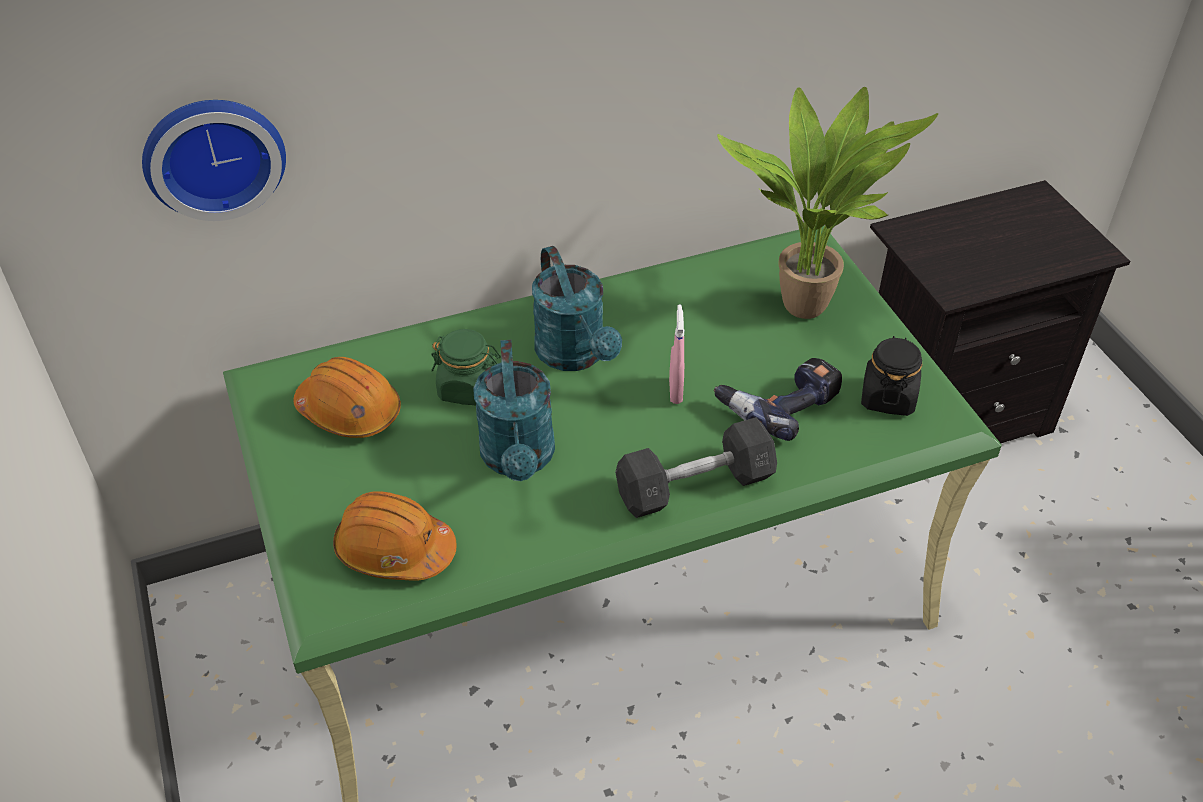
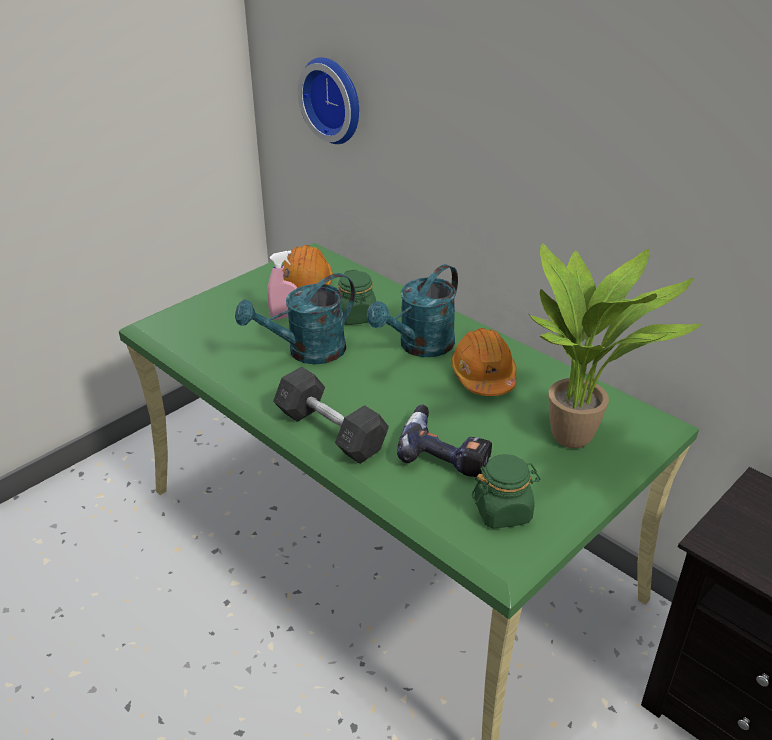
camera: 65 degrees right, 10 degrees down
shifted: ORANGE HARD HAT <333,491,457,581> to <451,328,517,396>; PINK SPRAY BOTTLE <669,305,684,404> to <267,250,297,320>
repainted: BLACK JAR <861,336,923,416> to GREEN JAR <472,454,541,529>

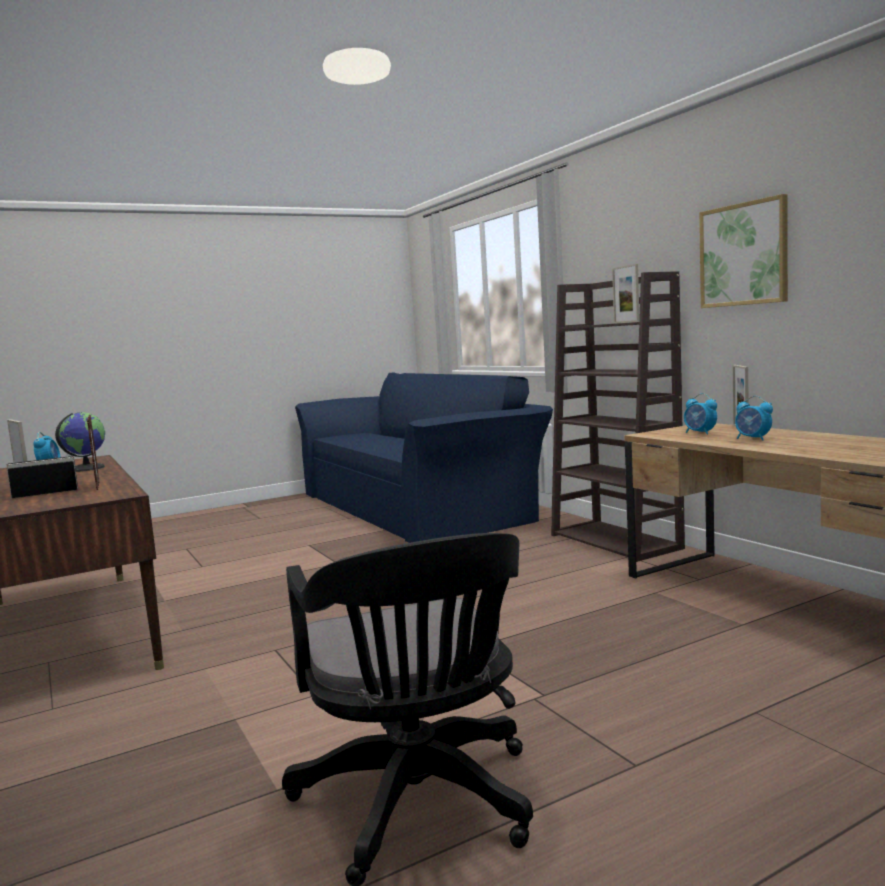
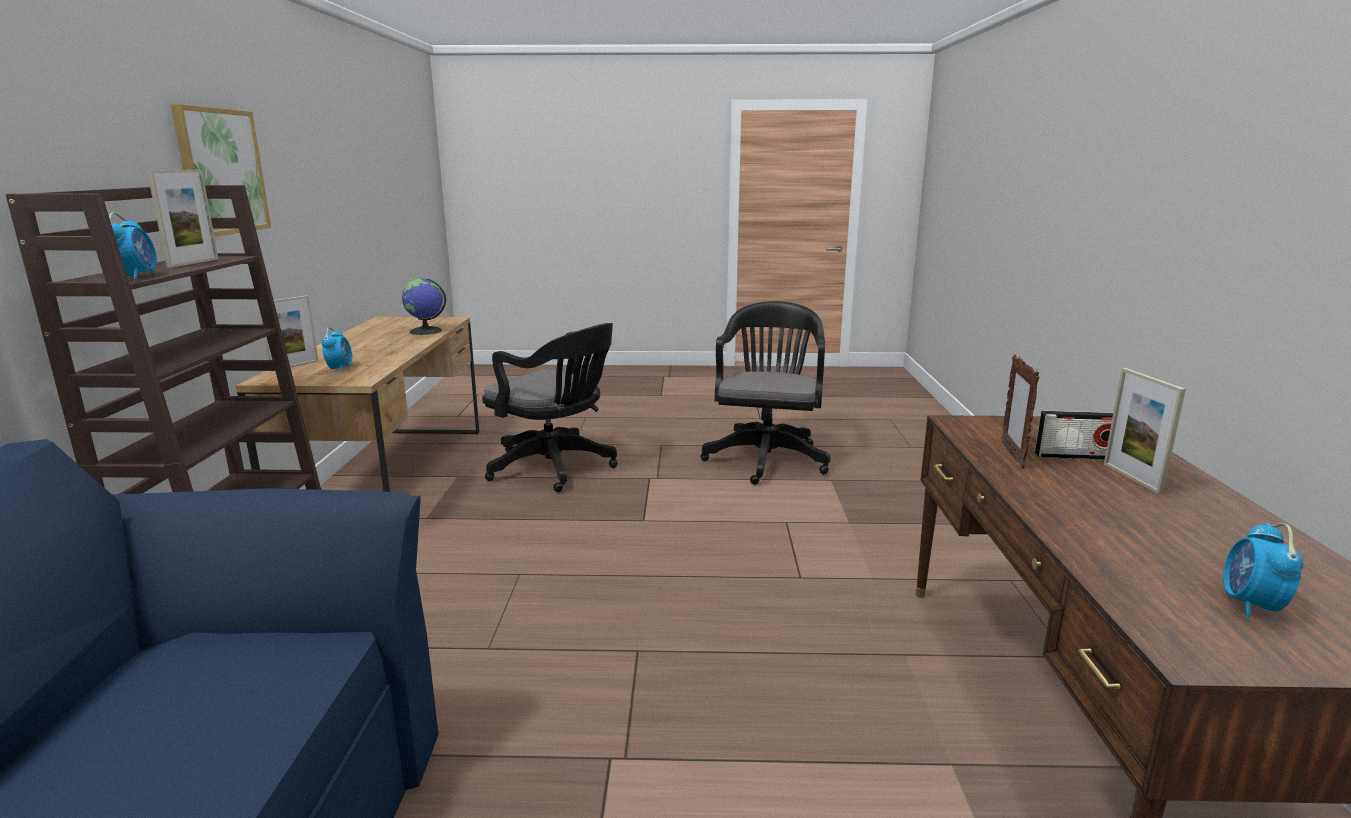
camera: 150 degrees left, 10 degrees up
new: BLACK OFFICE CHAIR <482,323,618,492>
shifted: GLOBE <55,412,106,472> to <402,279,446,335>; ALARM CLOCK <735,396,773,441> to <109,212,157,280>

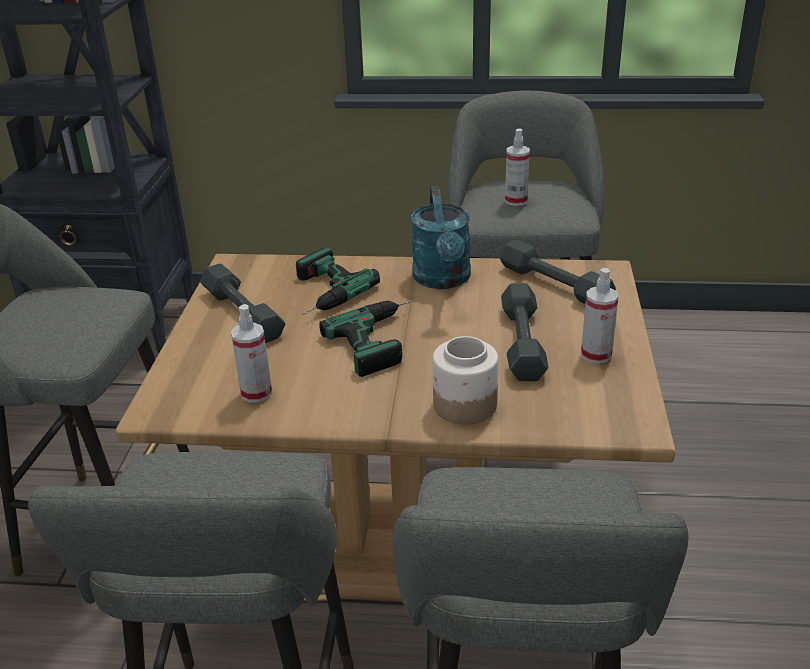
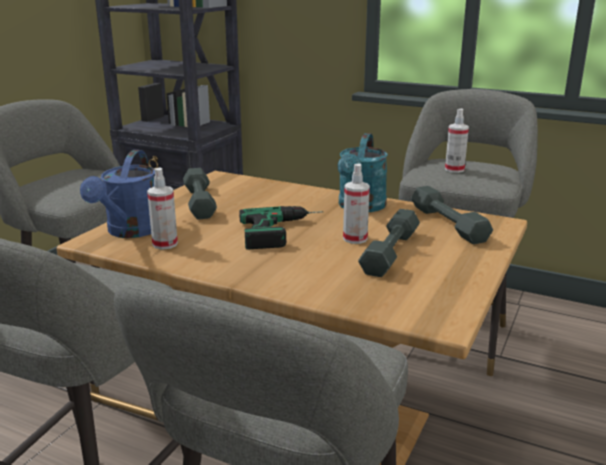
camera: 20 degrees right, 10 degrees down
gone: POWER DRILL <296,247,380,315>; JAR <433,336,498,424>
new: BLUE WATERING CAN <80,150,155,238>
shifted: SPRAY BOTTLE <581,268,619,364> to <343,163,370,244>

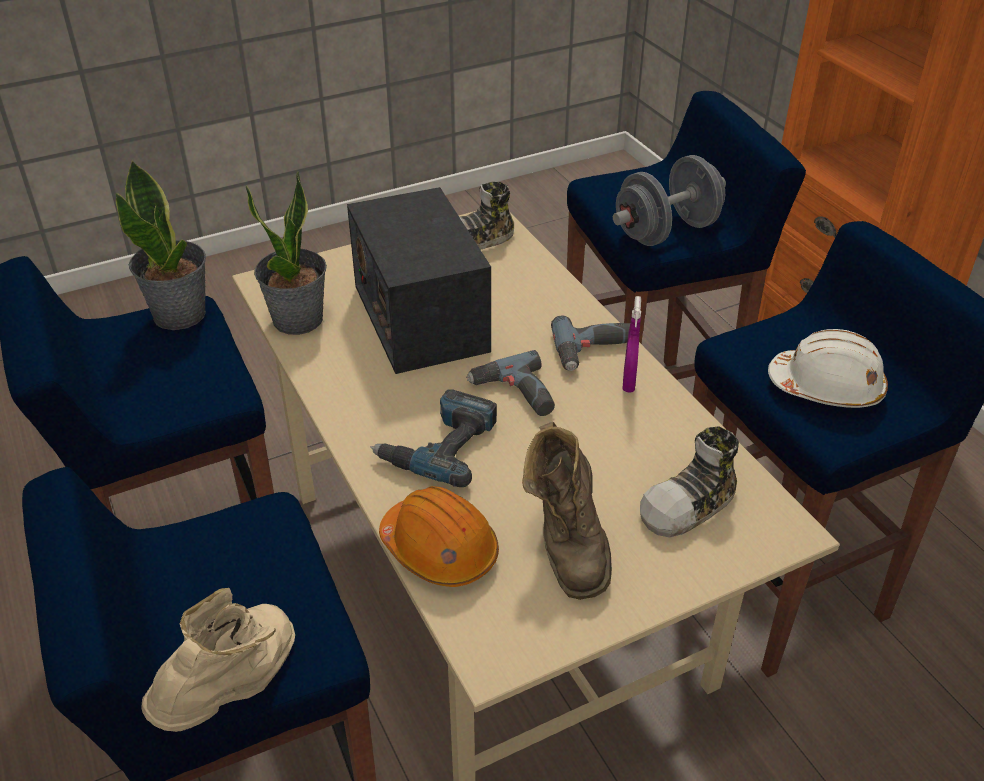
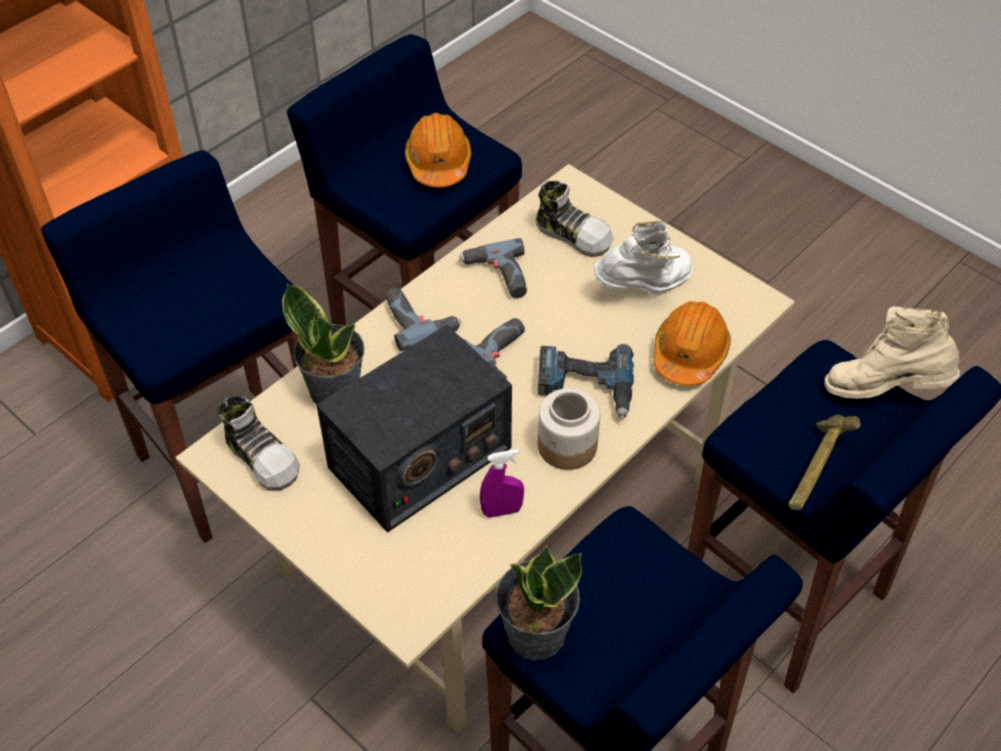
camera: 110 degrees left, 10 degrees up
gone: GREY DUMBBELL <613,155,726,246>
new: POWER DRILL <459,238,527,298>; JAR <538,388,600,470>; HAMMER <788,415,861,510>
shifted: POTTED PLANT <246,171,327,335> to <282,283,364,404>; PURPLE SPRAY BOTTLE <622,296,641,393> to <480,449,524,518>
repainted: BROWN BOOT <522,422,612,600> to WHITE BOOT <593,221,693,294>; WHITE HARD HAT <768,329,888,408> to ORANGE HARD HAT <405,113,471,187>

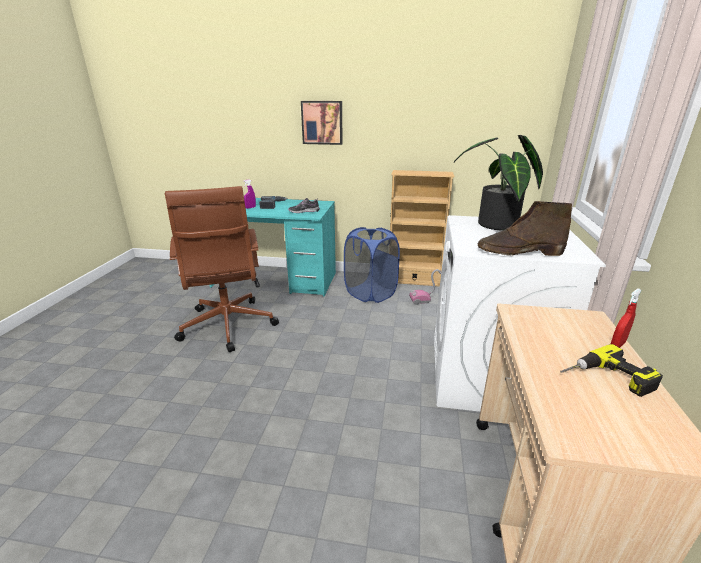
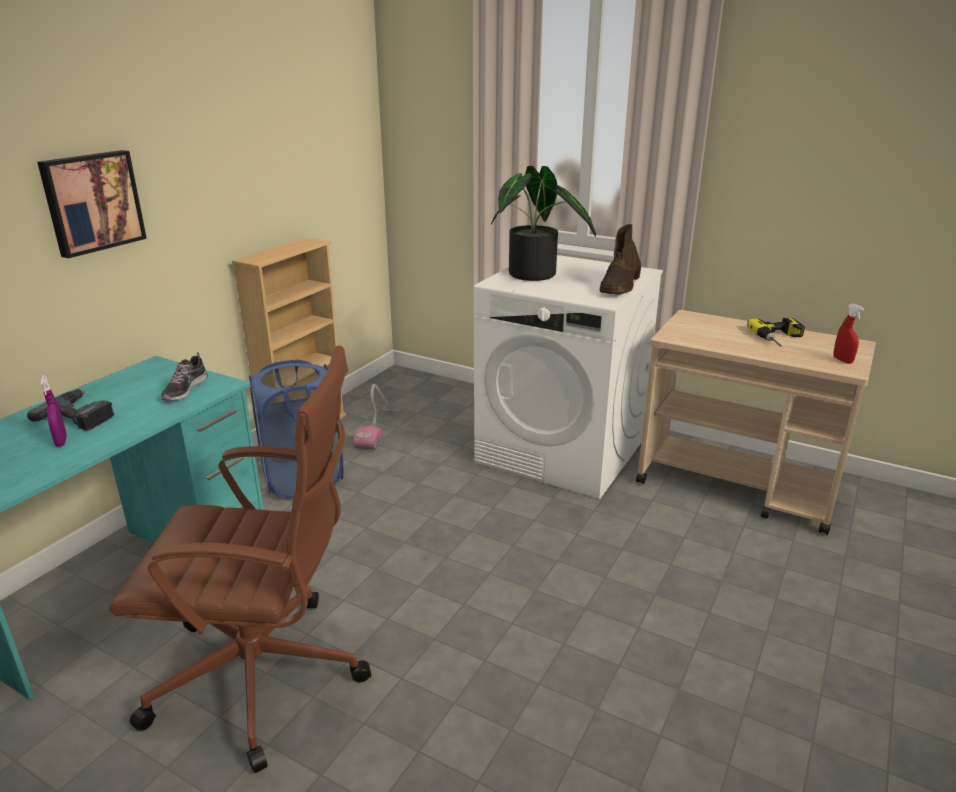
camera: 70 degrees left, 0 degrees up
shifted: RED SPRAY BOTTLE <611,288,641,348> to <834,304,864,364>

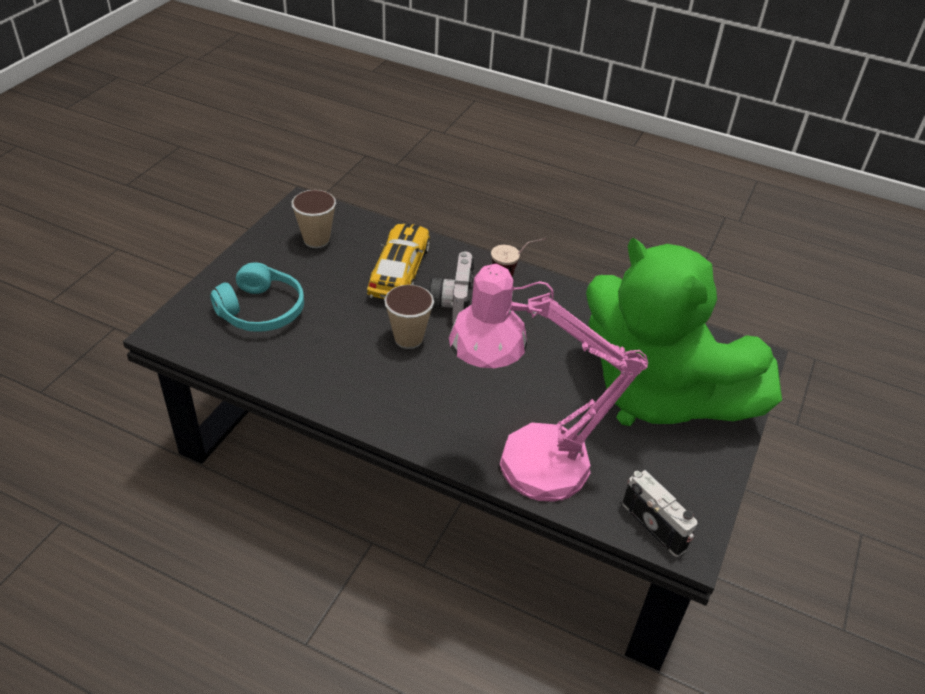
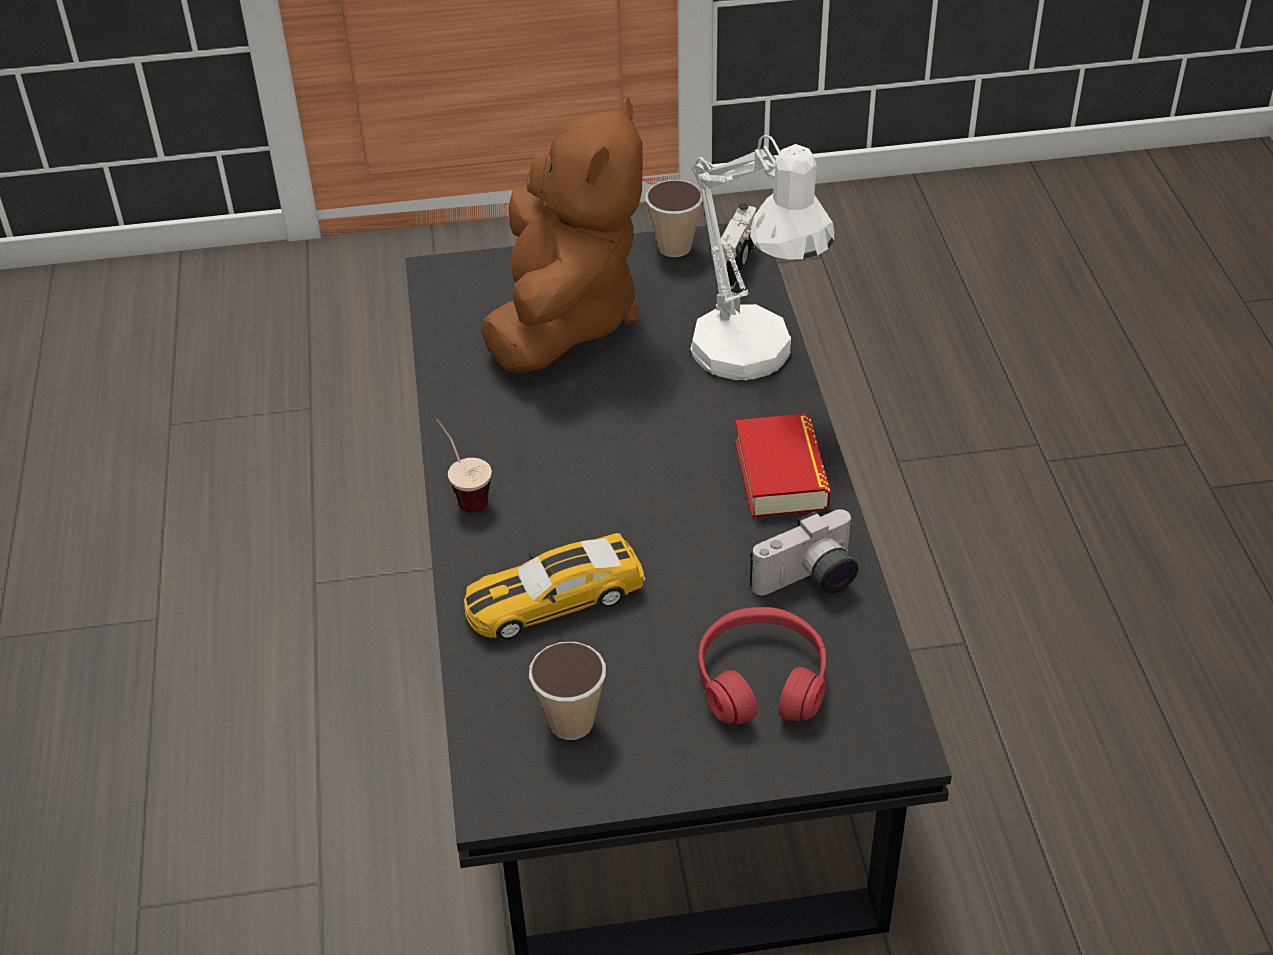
camera: 120 degrees left, 0 degrees up
new: BOOK <735,414,831,518>
shifted: CUP <384,285,434,349> to <646,180,703,257>; PHOTO CAMERA <429,251,475,324> to <750,509,858,595>
repainted: TURQUOISE HEADPHONES <210,263,304,332> to RED HEADPHONES <698,607,826,725>; PINK TABLE LAMP <449,264,648,502> to WHITE TABLE LAMP <690,135,834,380>; GREEN PLUSH TOY <586,238,782,426> to BROWN PLUSH TOY <481,97,643,374>

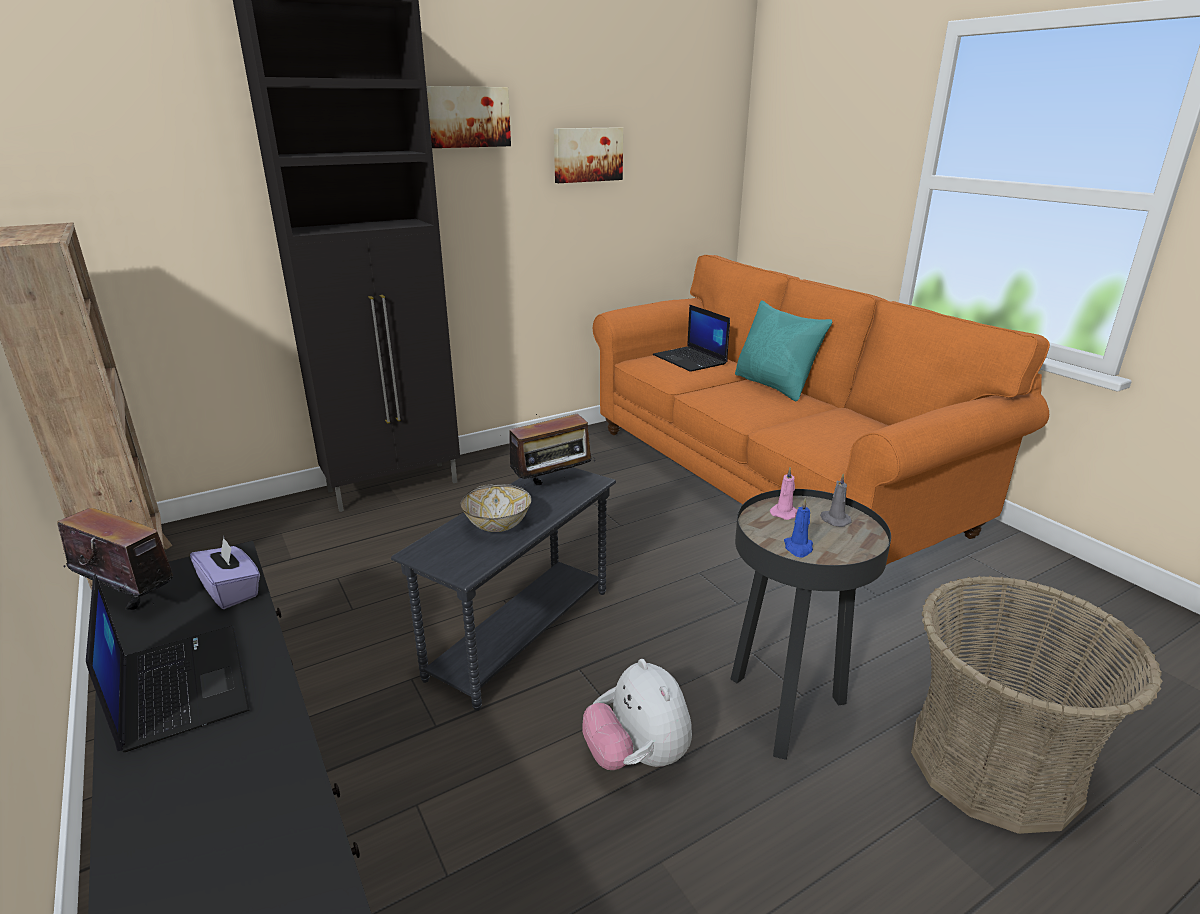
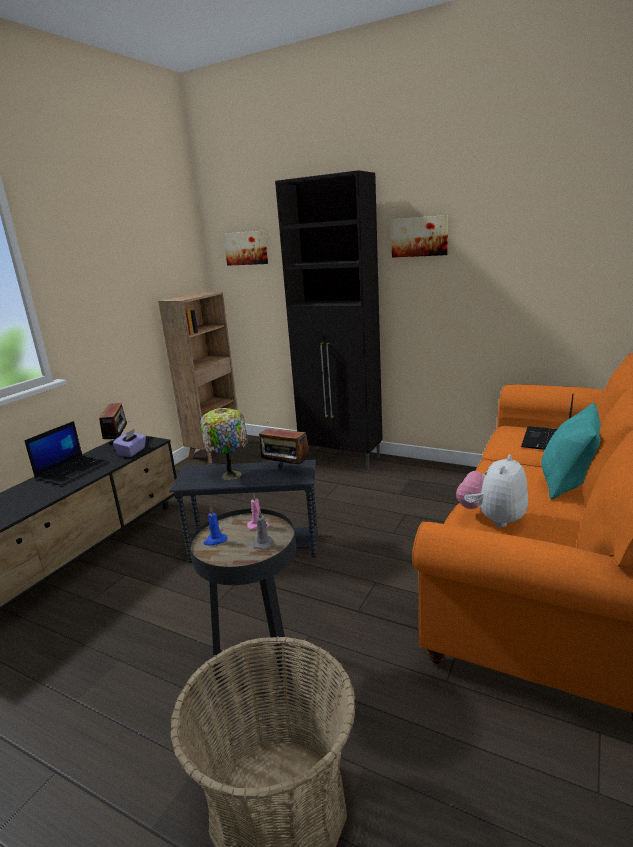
camera: 60 degrees right, 5 degrees down
shifted: PICTURE <554,127,623,183> to <223,230,268,266>; PLUSH TOY <582,659,692,770> to <456,454,528,527>
swapped: BOWL <461,484,532,532> to TABLE LAMP <200,408,248,480>

